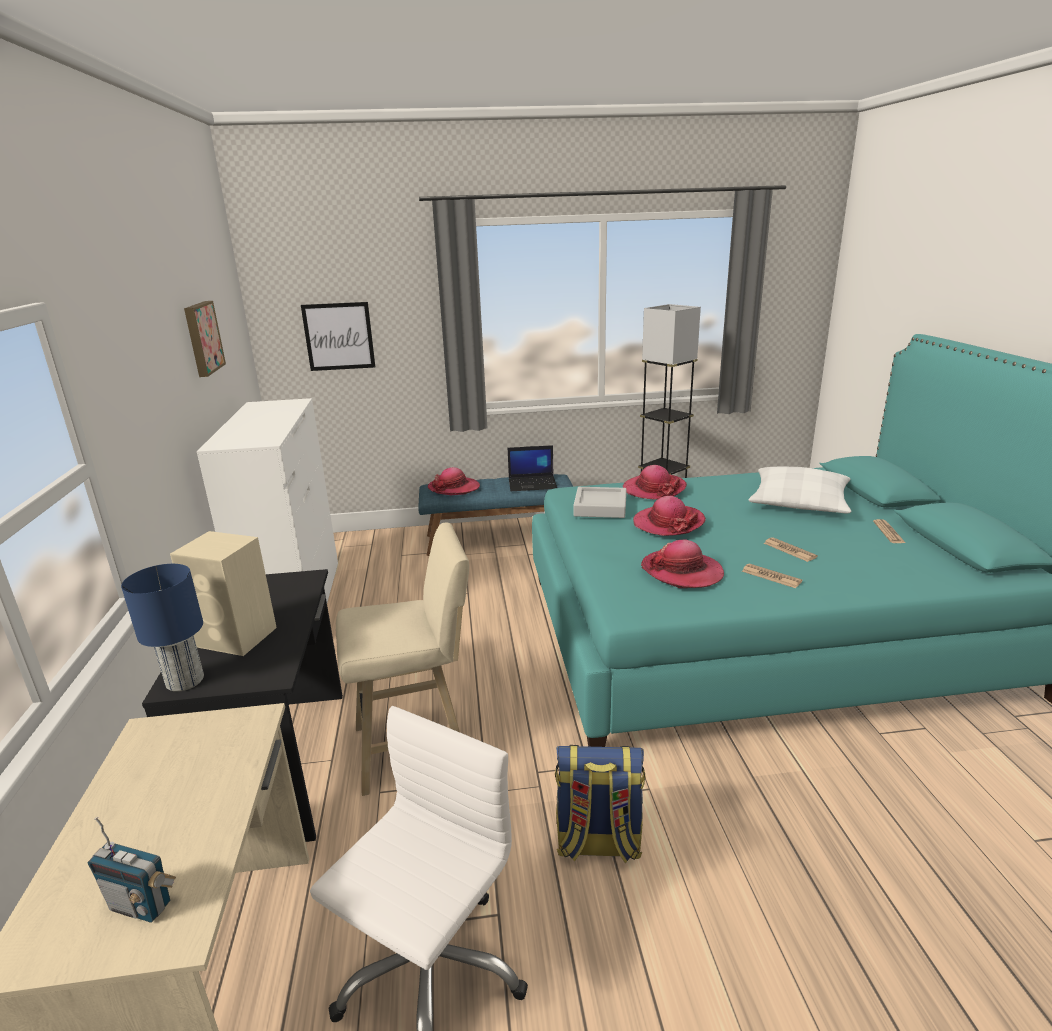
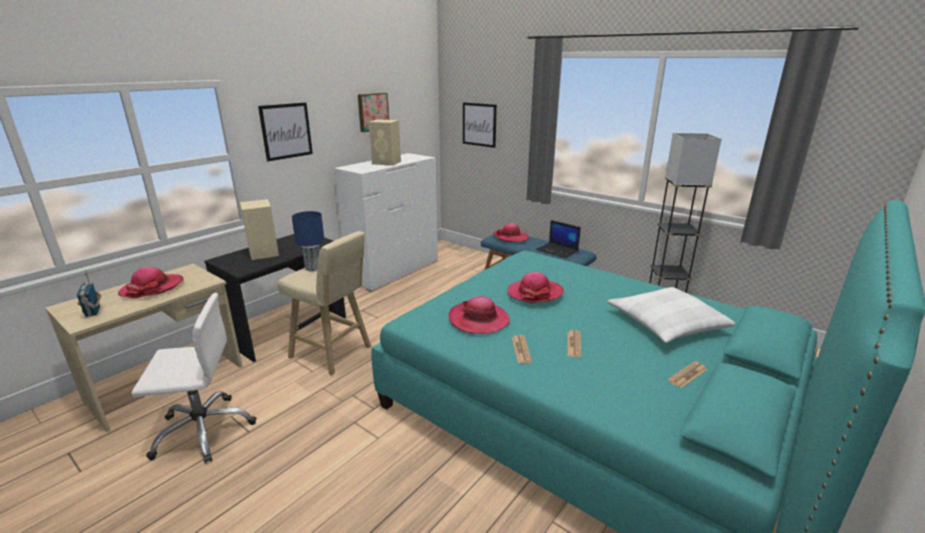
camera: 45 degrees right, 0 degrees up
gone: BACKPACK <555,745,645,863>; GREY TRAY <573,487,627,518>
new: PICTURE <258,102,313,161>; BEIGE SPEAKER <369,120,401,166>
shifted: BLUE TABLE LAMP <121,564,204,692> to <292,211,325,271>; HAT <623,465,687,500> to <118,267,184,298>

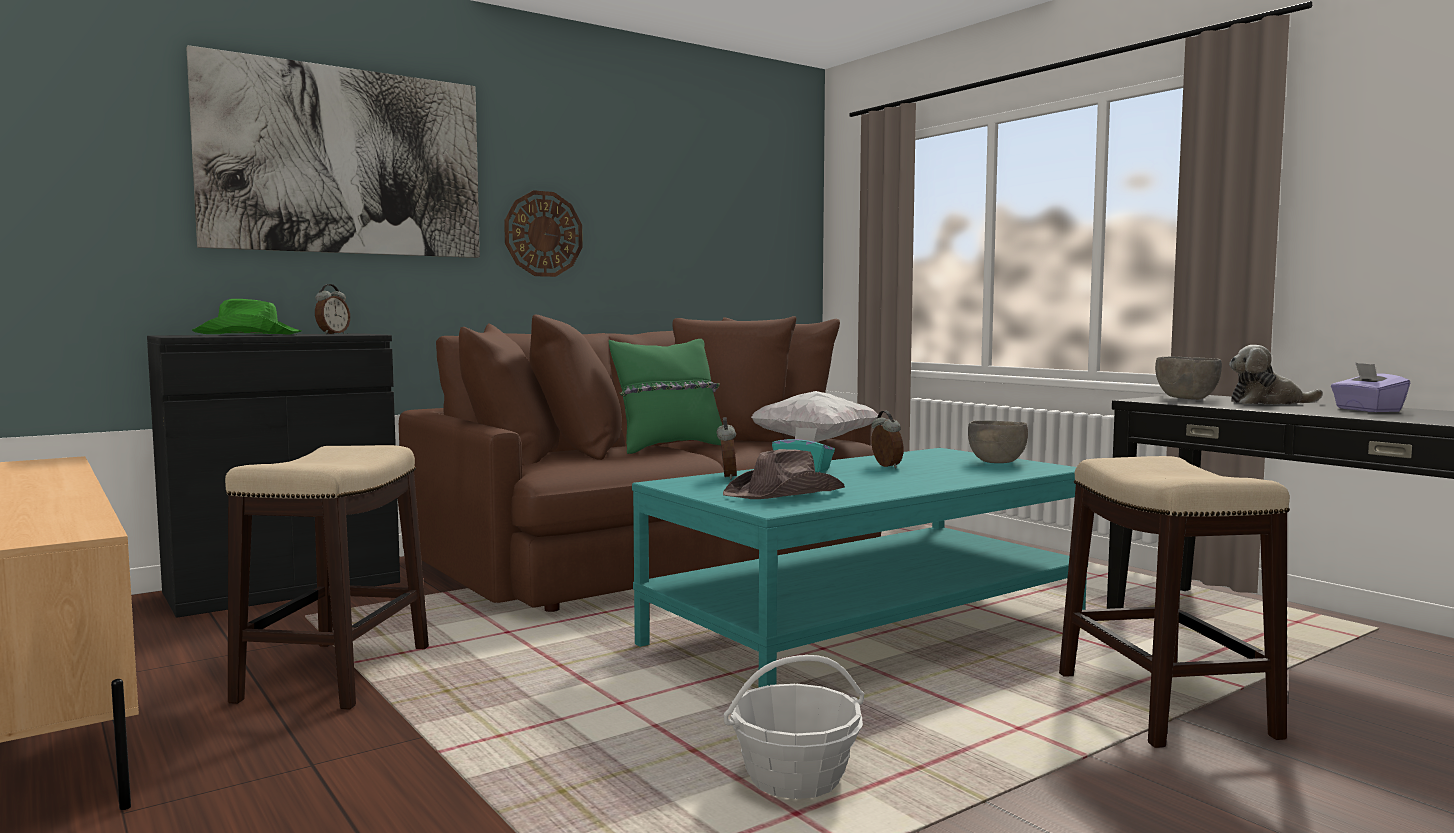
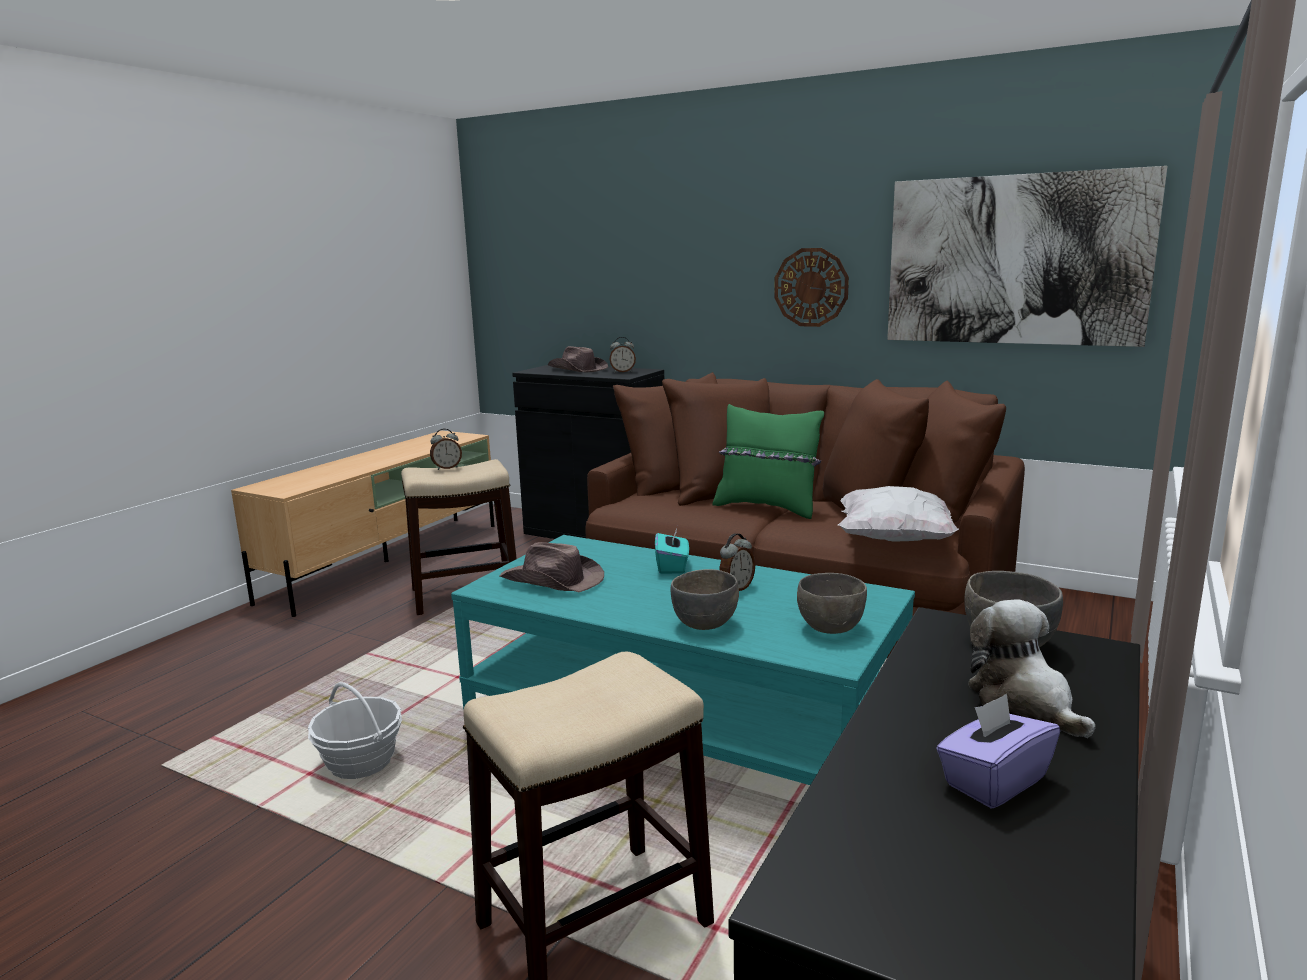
camera: 65 degrees right, 10 degrees up
new: GREY BOWL <671,569,739,630>
shifted: PICTURE <186,45,480,258> to <887,166,1168,347>; ALARM CLOCK <716,417,737,479> to <430,429,462,470>
repainted: GREEN HAT <192,299,302,335> to BROWN HAT <548,346,608,372>

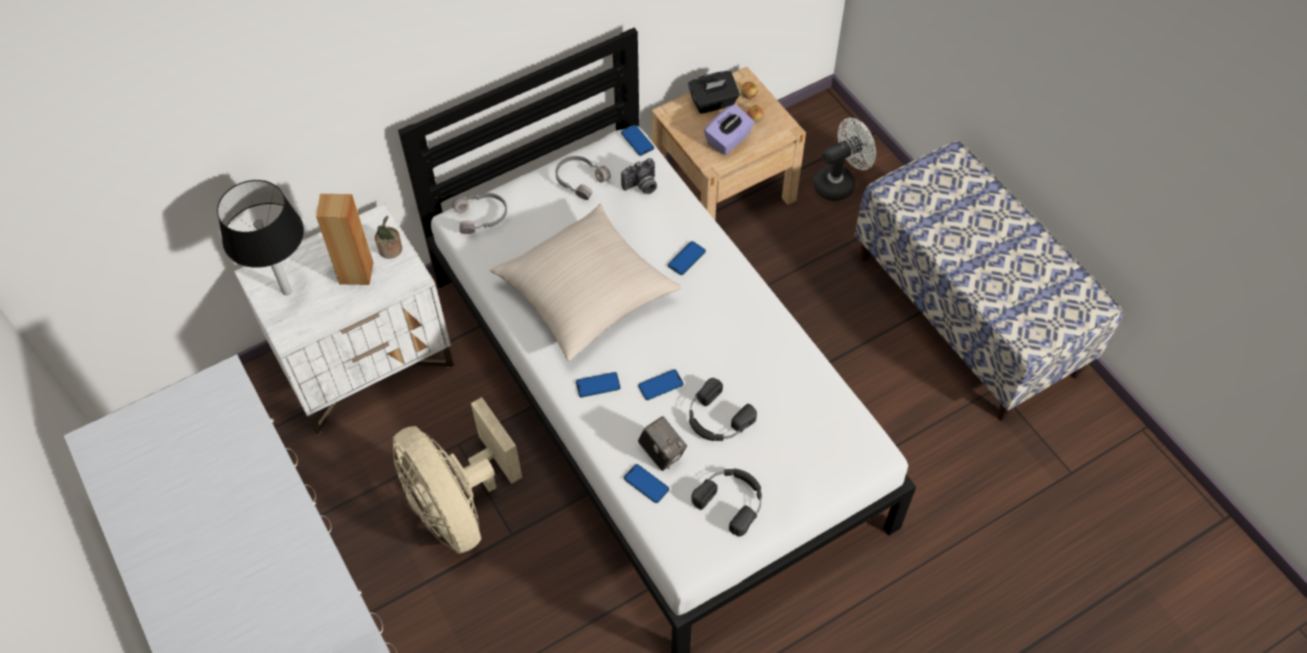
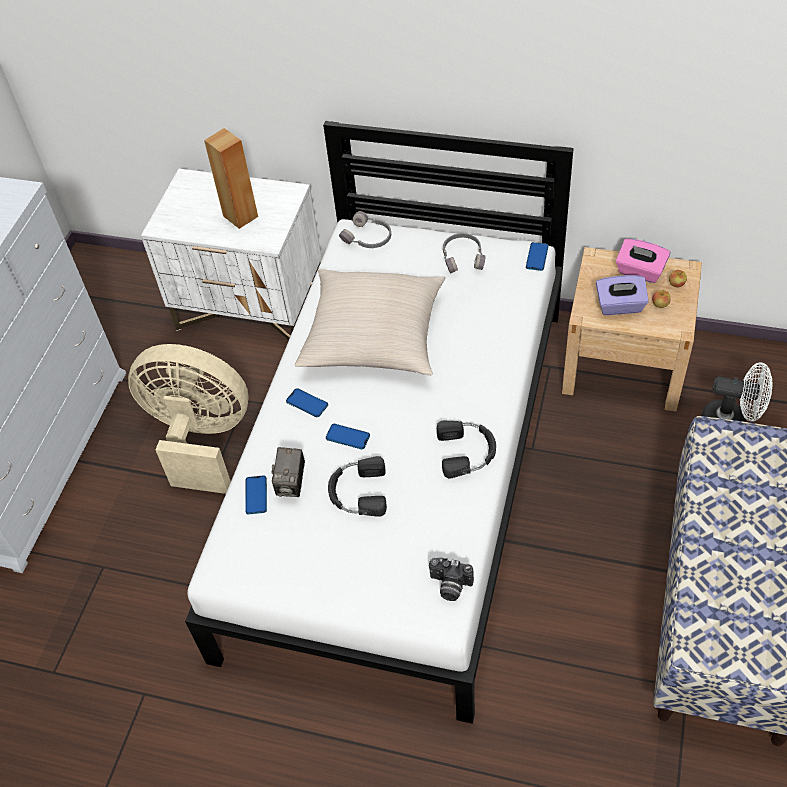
camera: 50 degrees right, 5 degrees down
gone: BLACK TABLE LAMP <217,180,304,295>; POTTED PLANT <375,216,402,259>; PHONE <668,241,706,275>
shifted: PHOTO CAMERA <621,158,657,194> to <429,557,474,601>; BLACK HEADPHONES <691,468,762,536> to <437,421,496,478>
repainted: BLACK TISSUE BOX <688,71,740,114> to PINK TISSUE BOX <616,239,670,283>
rotated: BEIGE FAN <392,397,522,554> = <128,344,248,494> 90 degrees clockwise

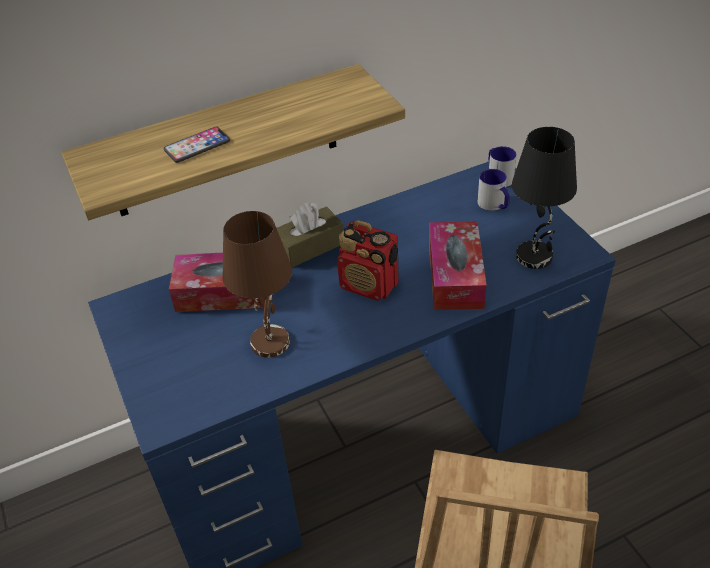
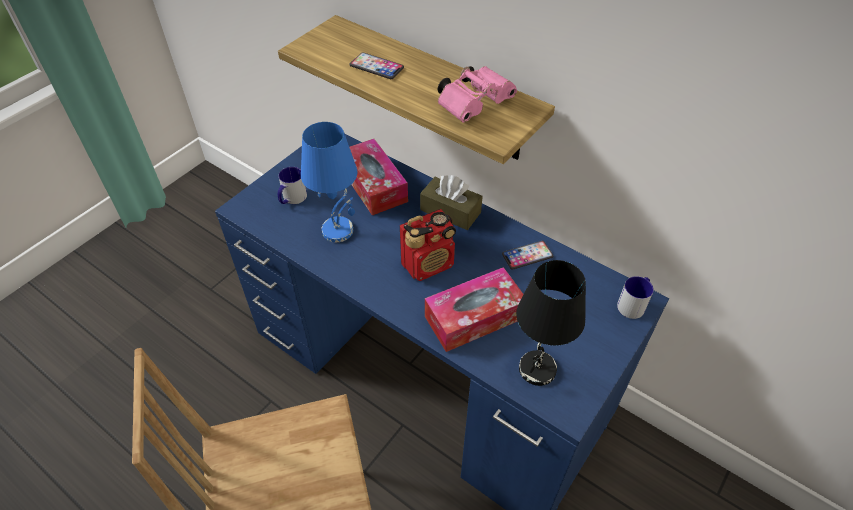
camera: 60 degrees right, 5 degrees up
new: PINK BINOCULARS <438,66,517,123>; PHONE <502,241,553,270>
shifted: MUG <478,169,510,211> to <278,167,307,204>
repainted: BROWN TABLE LAMP <222,211,292,358> to BLUE TABLE LAMP <301,122,357,242>
rotated: RADIO <337,220,398,301> = <400,209,456,281> 120 degrees counterclockwise

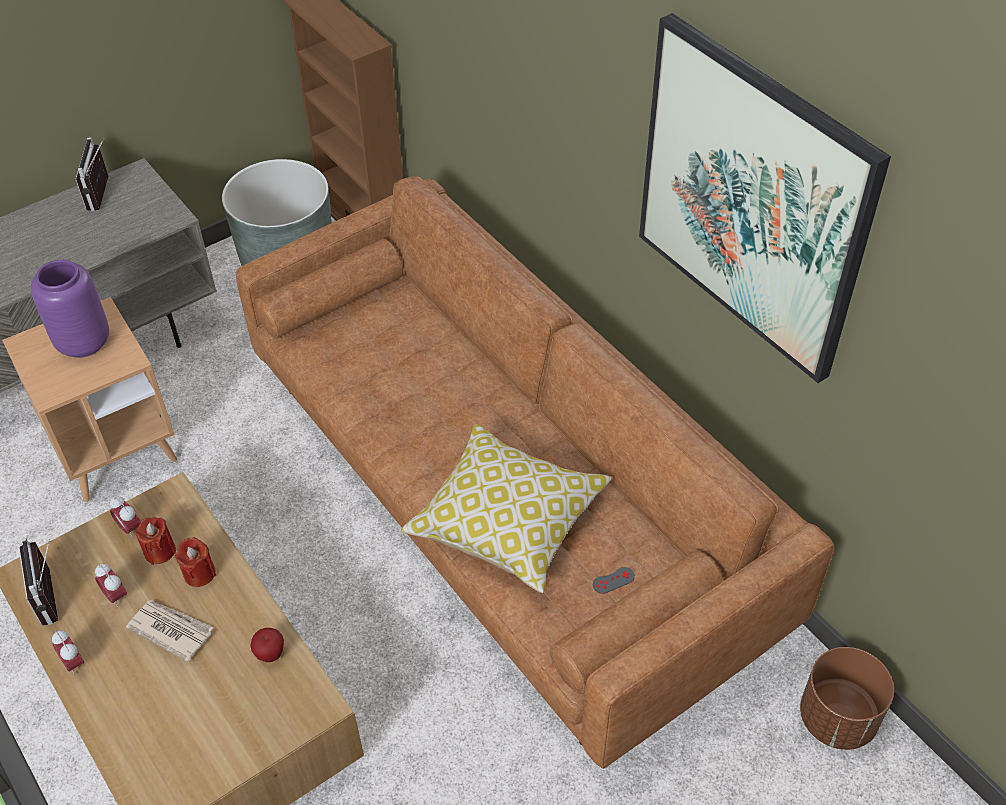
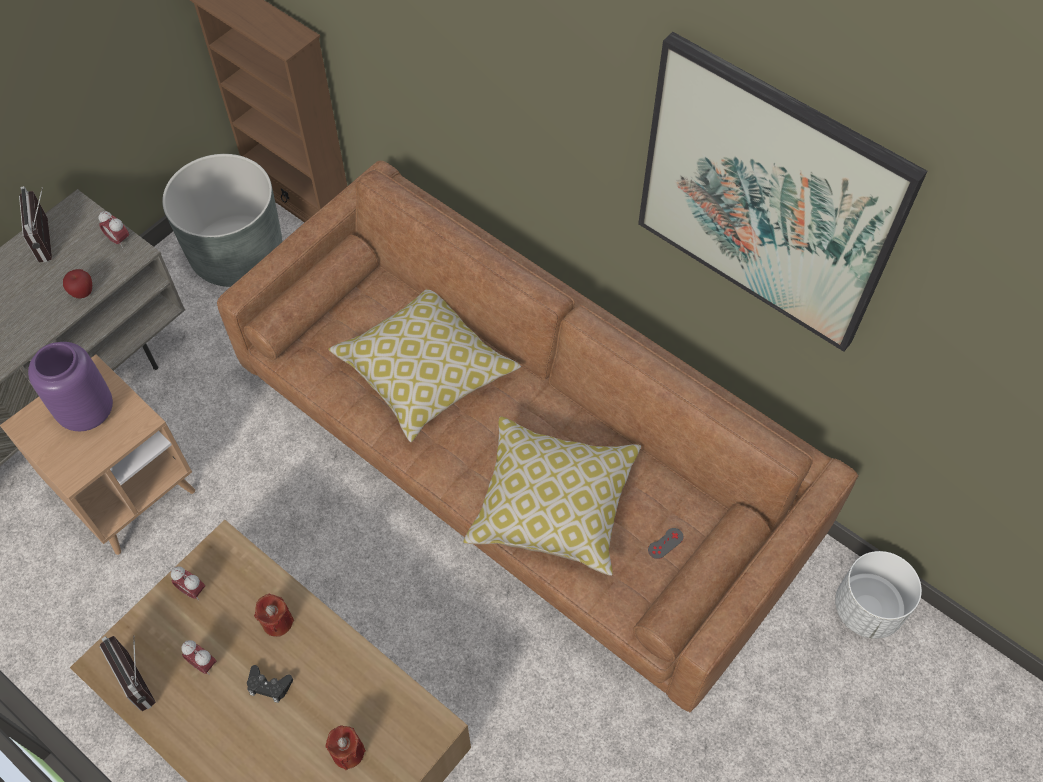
camera: 15 degrees left, 10 degrees up
new: PILLOW <328,289,521,442>
shifted: ALARM CLOCK <52,630,84,676> to <99,211,129,248>; RED CANDLE <136,517,176,565> to <325,725,366,770>; APPLE <250,628,284,662> to <63,269,92,298>
swapped: NEWSPAPER <126,600,213,662> to BLACK GAME CONTROLLER <247,665,293,703>
repainted: BROWN PLANTER <800,647,894,750> to WHITE PLANTER <835,551,922,639>

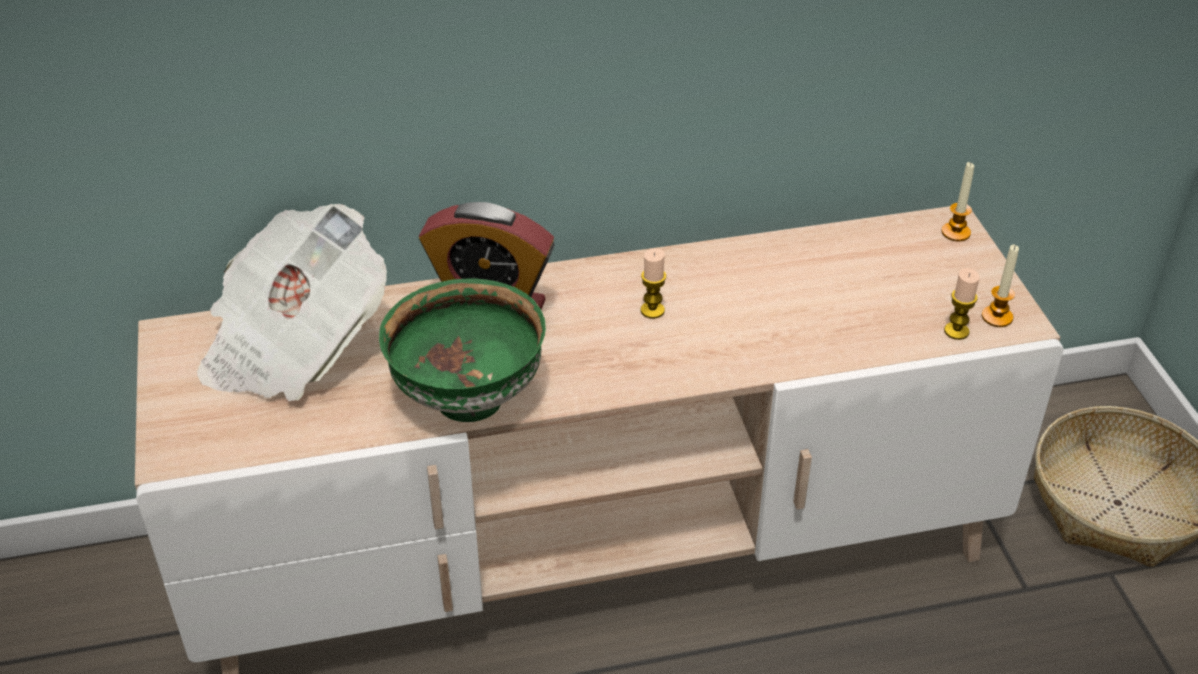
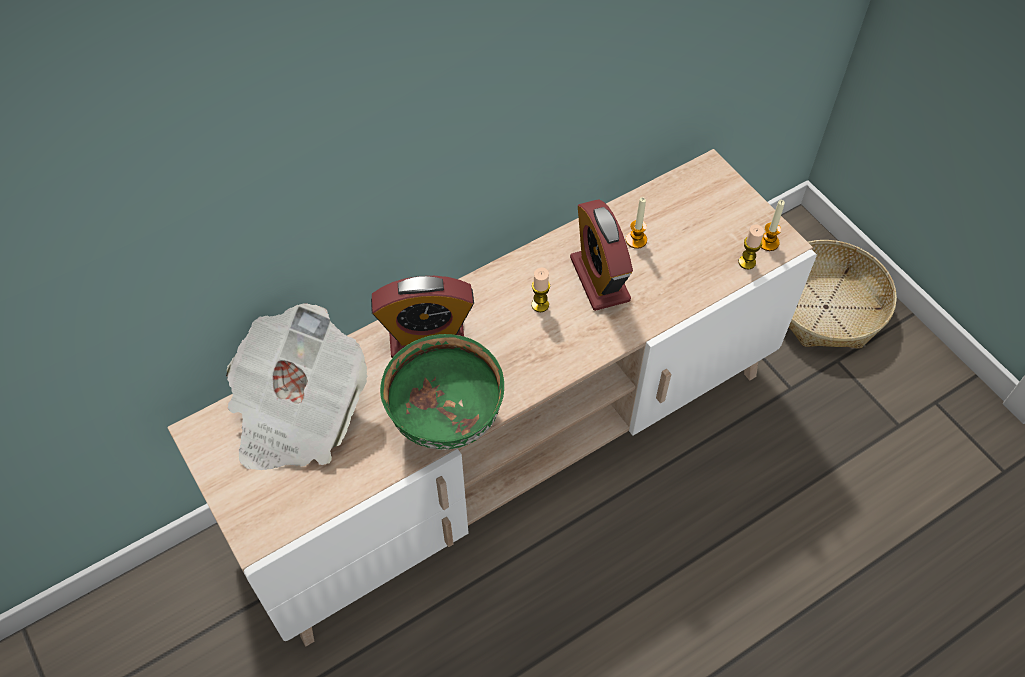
camera: 20 degrees left, 15 degrees up
new: ALARM CLOCK <570,199,633,311>
shifted: CANDLE <941,162,974,241> to <626,197,647,249>

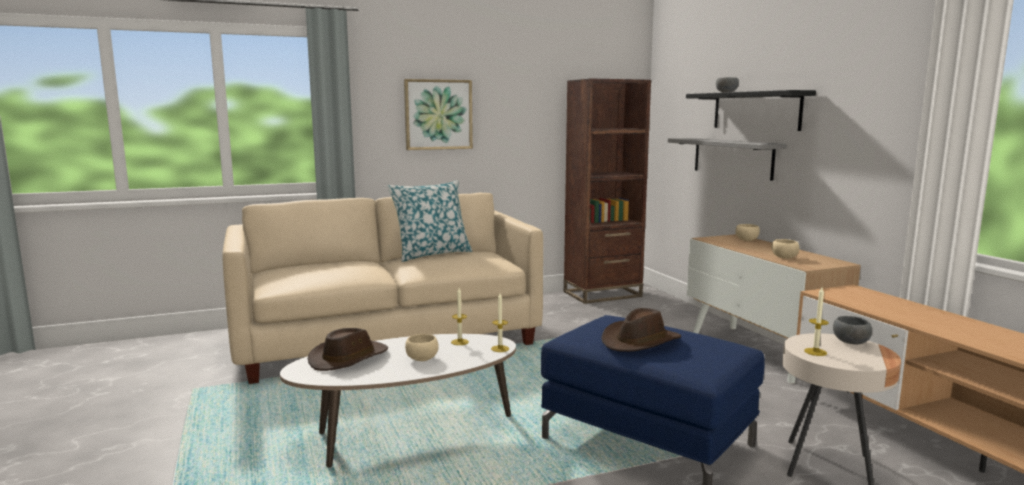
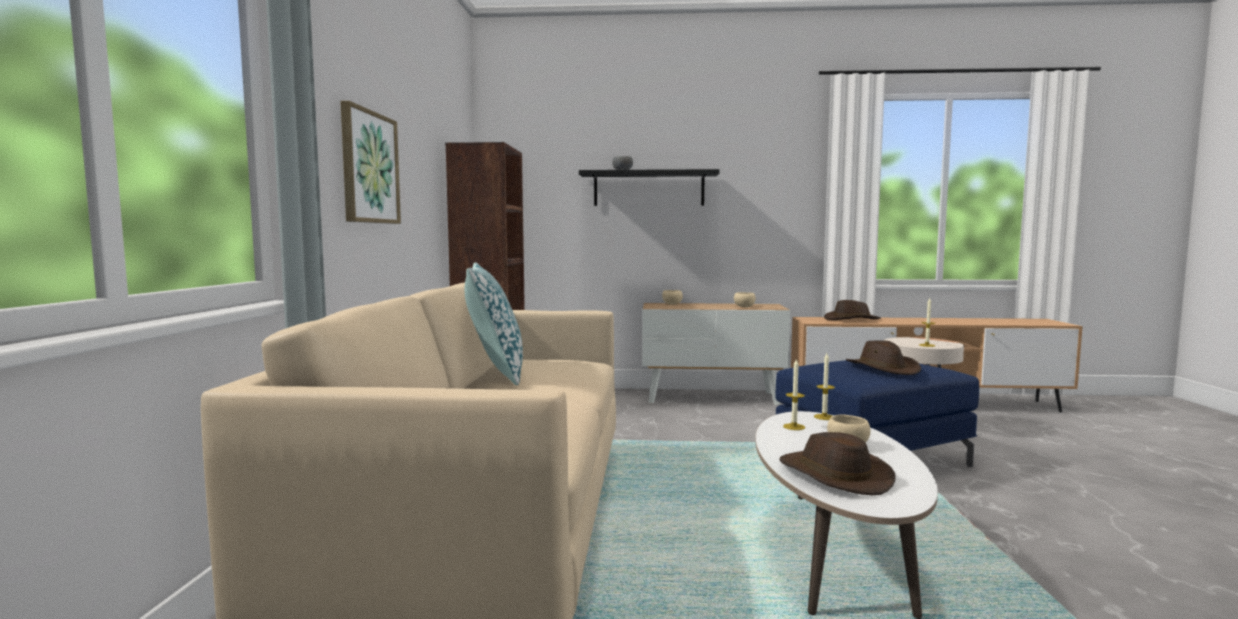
camera: 65 degrees left, 5 degrees down
gone: GREY SHELF <668,138,786,181>; GREY BOWL <833,316,872,344>
new: BROWN HAT <824,300,881,320>

